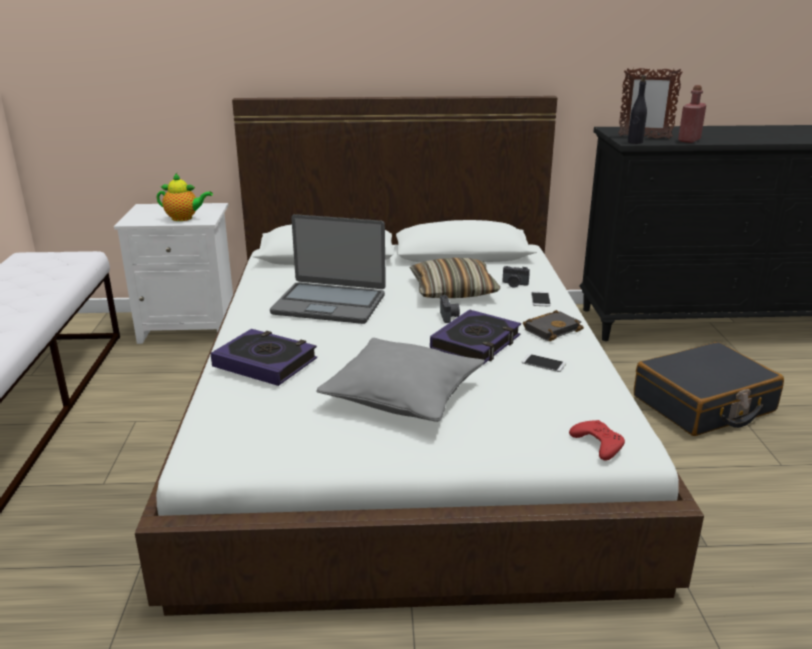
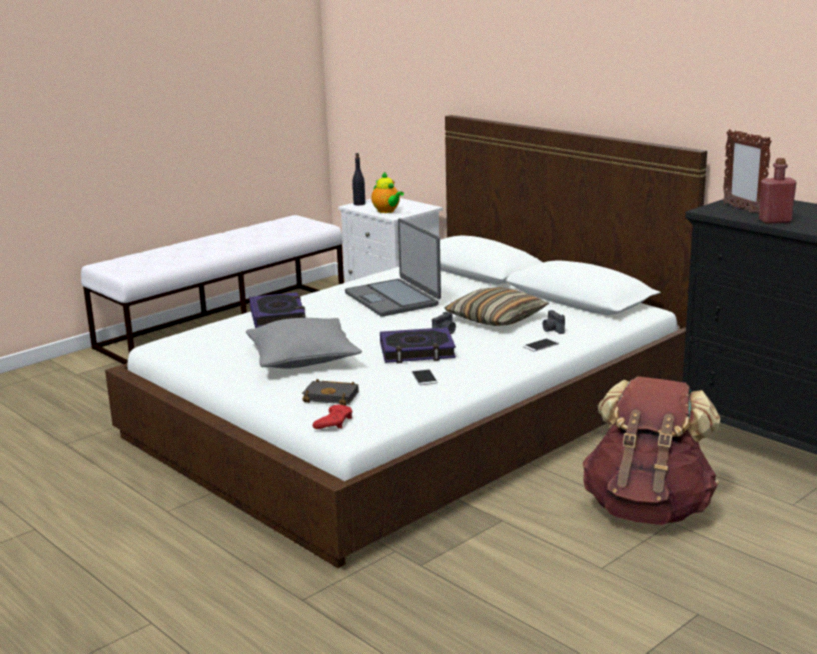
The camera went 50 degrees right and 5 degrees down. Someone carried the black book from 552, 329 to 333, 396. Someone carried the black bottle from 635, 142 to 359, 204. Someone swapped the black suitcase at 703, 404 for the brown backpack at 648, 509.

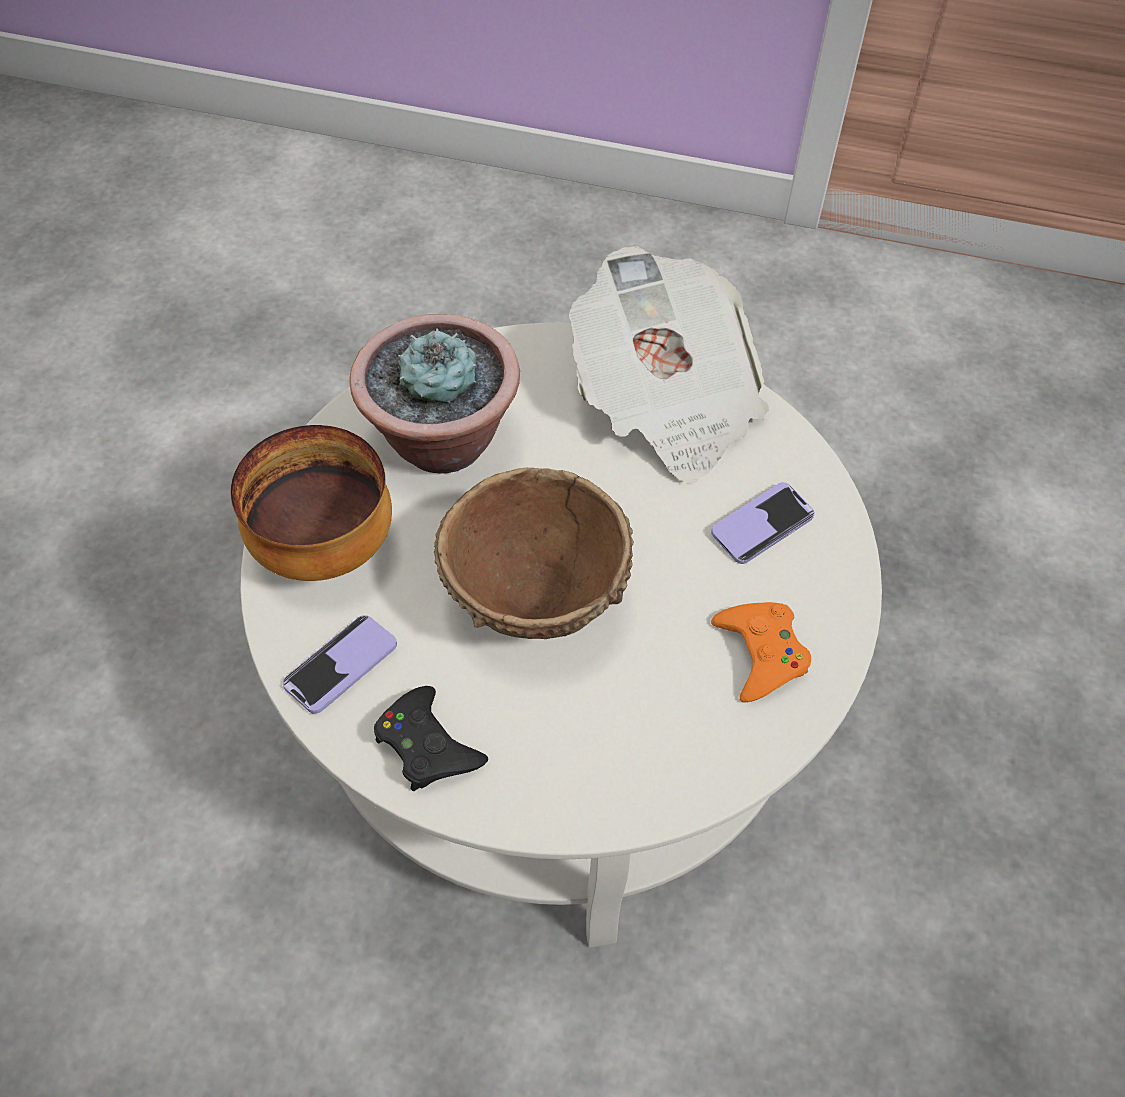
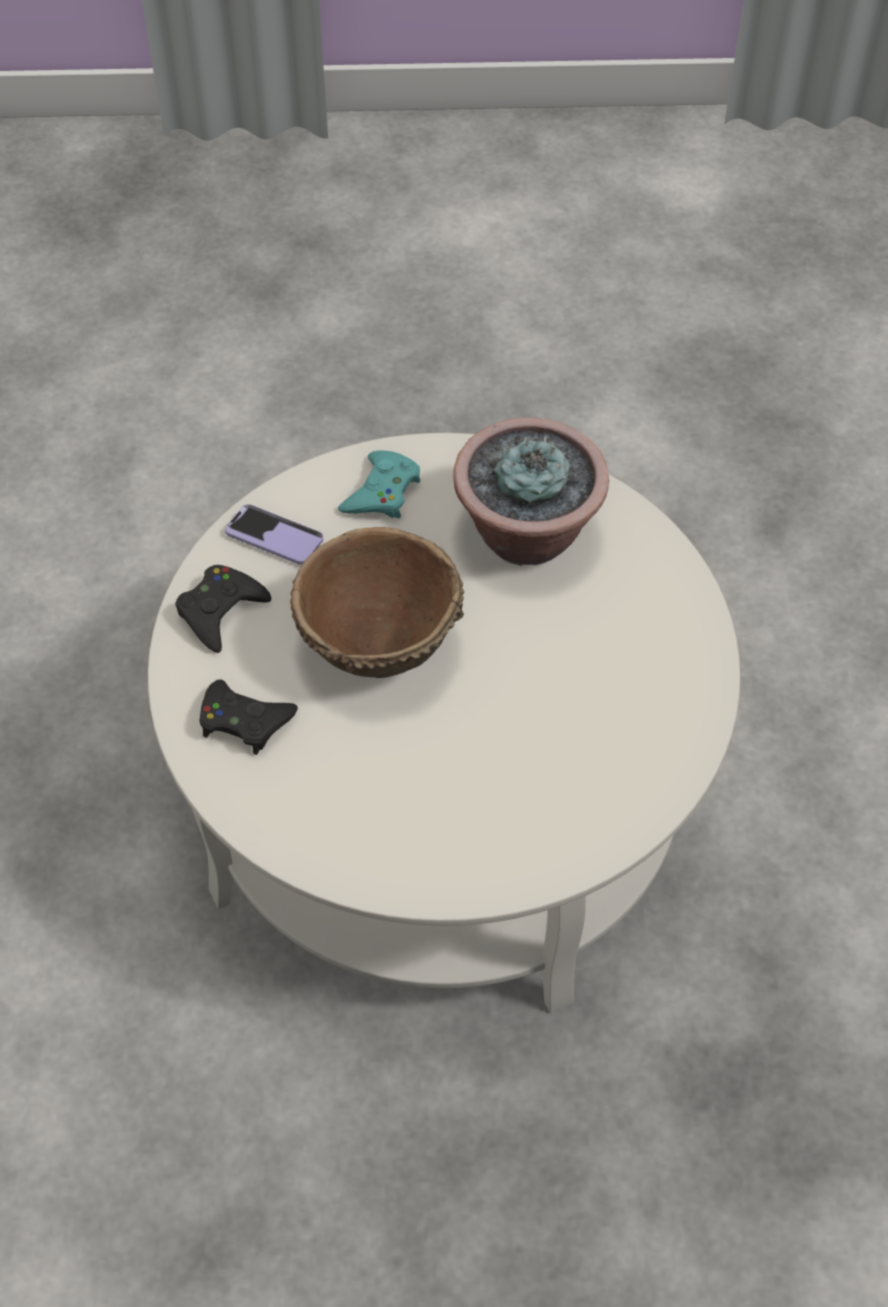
The camera went 75 degrees right and 0 degrees up. Someone took away the newspaper at 665, 402. Someone took away the phone at 762, 525. Someone took away the orange game controller at 761, 654. Someone put down the black game controller at 244, 721. Someone swapped the bowl at 326, 547 for the turquoise game controller at 382, 492.

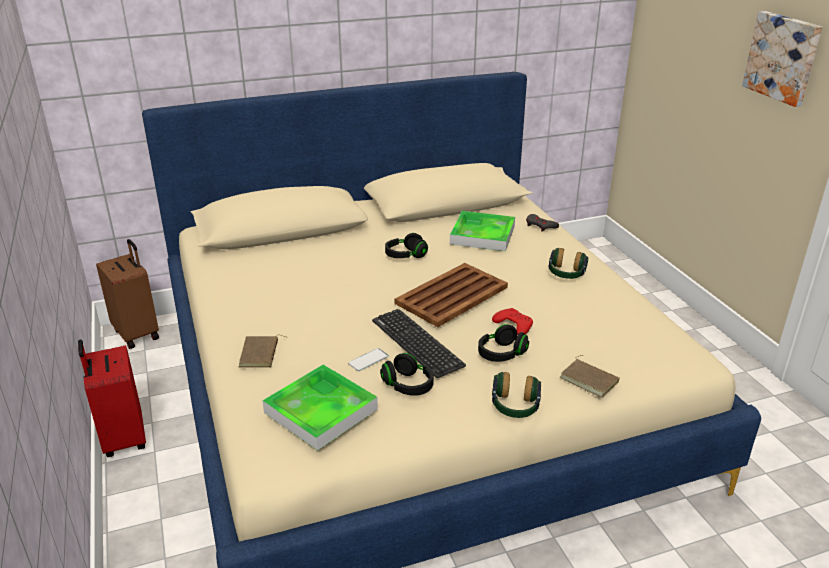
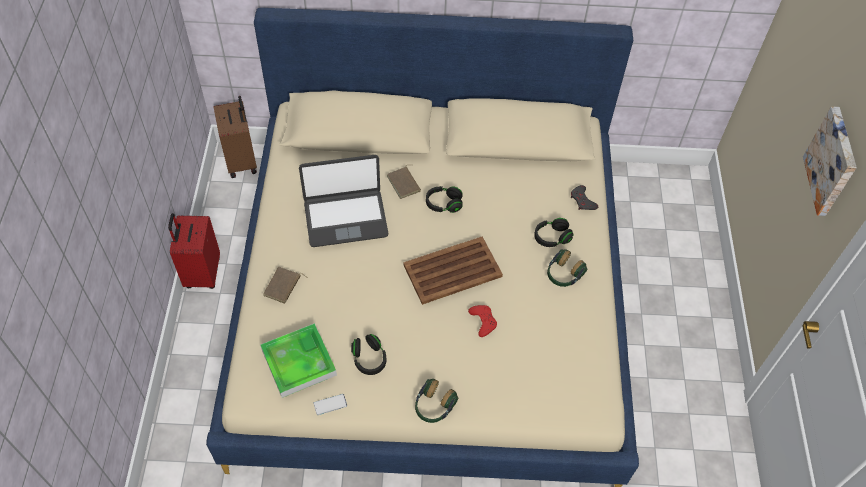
The camera went 20 degrees right and 25 degrees up. Someone took away the keyboard at 417, 343. Someone took away the tray at 482, 235. Someone put down the laptop at 345, 218. Someone carried the phone from 368, 360 to 330, 404. Someone carried the black headphones from 501, 354 to 552, 237. Someone carried the brown book from 590, 379 to 404, 183.

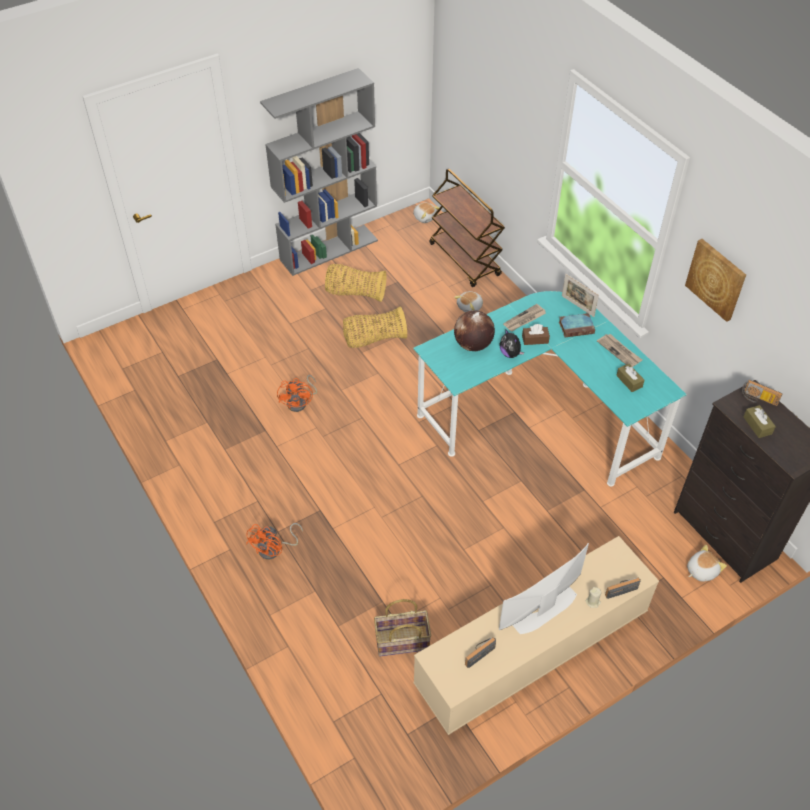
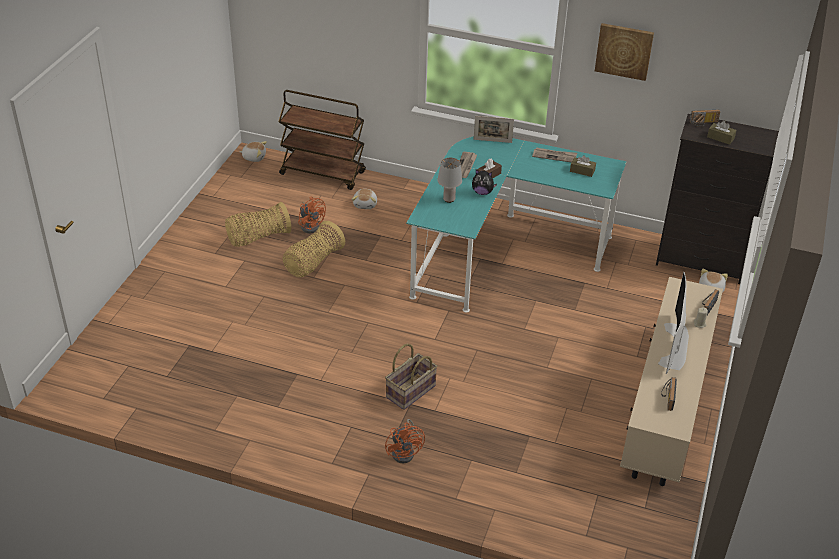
The camera went 40 degrees left and 10 degrees down. Someone took away the grey bookcase at 329, 249. Someone took away the book at 577, 327. Someone carried the orange fan from 300, 402 to 311, 225. Someone carried the basket from 402, 641 to 411, 392. Someone swapped the globe at 472, 345 for the grey table lamp at 449, 199.

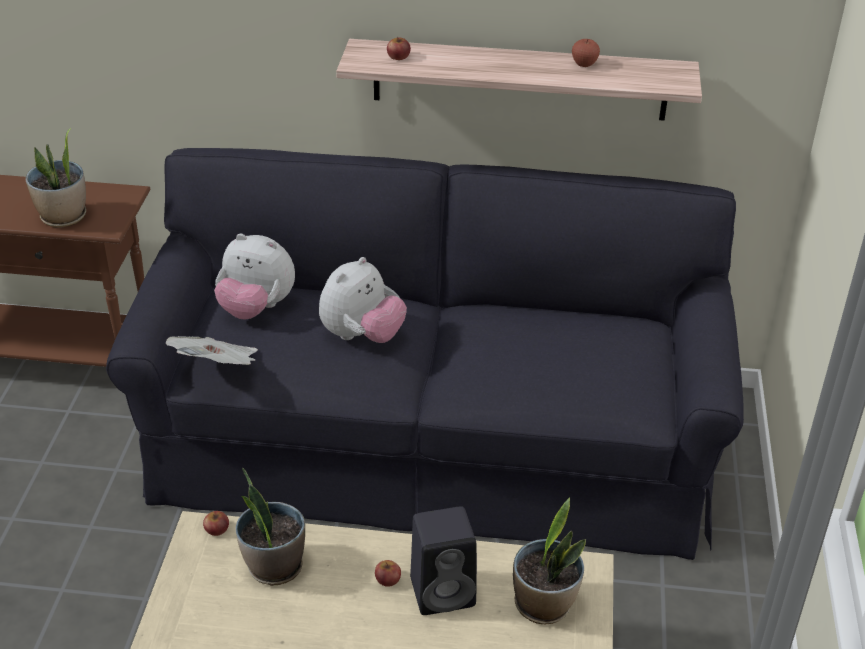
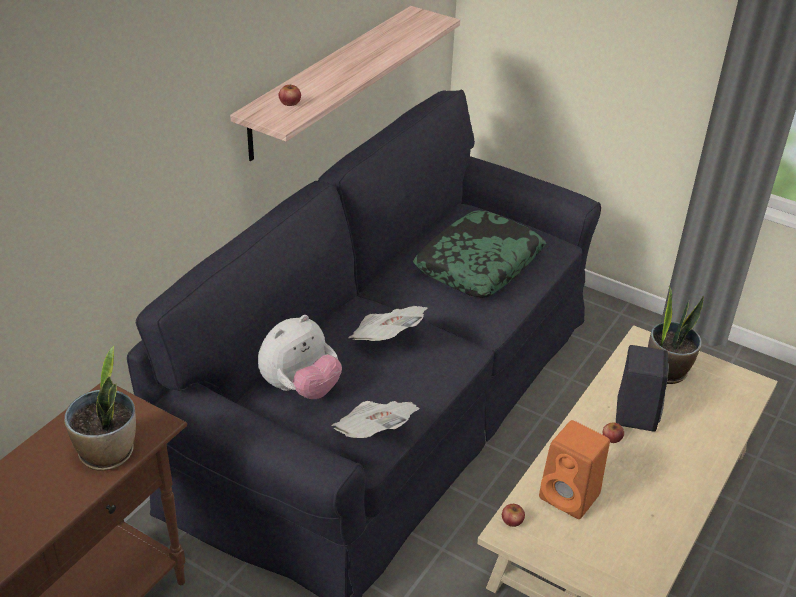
The camera went 65 degrees left and 0 degrees up. Someone took away the apple at 584, 64. Someone put down the pillow at 479, 264. Someone swapped the potted plant at 274, 566 for the orange speaker at 571, 497. Someone swapped the plush toy at 362, 336 for the newspaper at 386, 338.

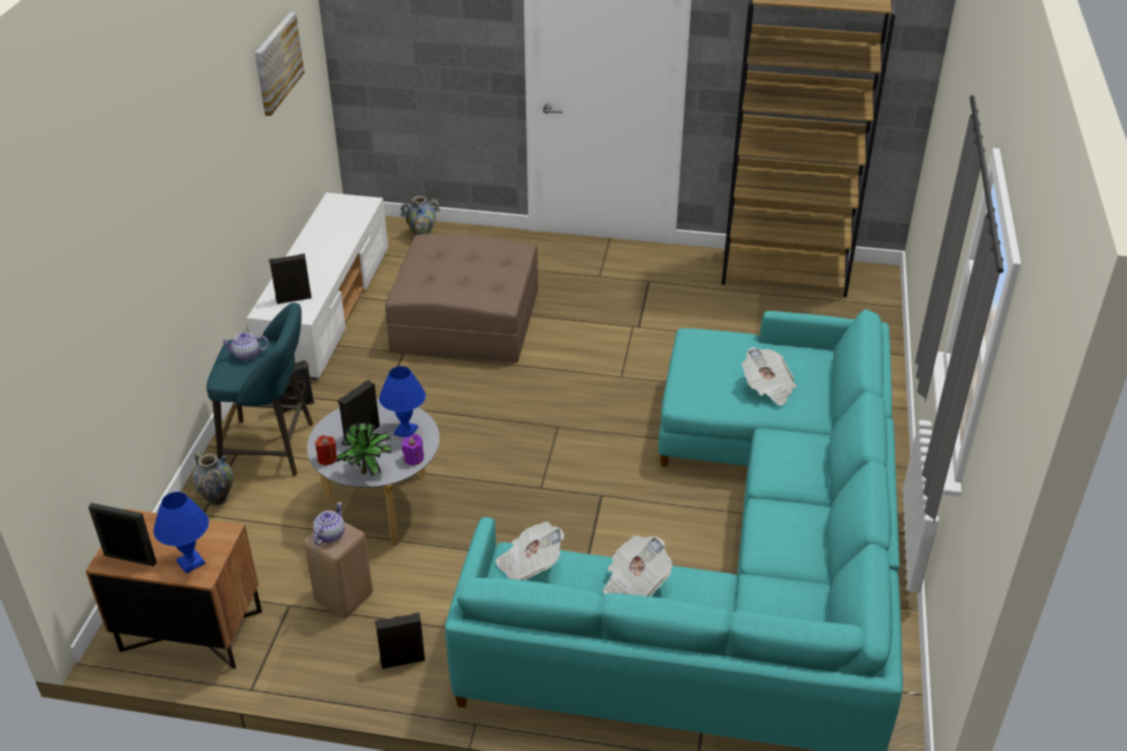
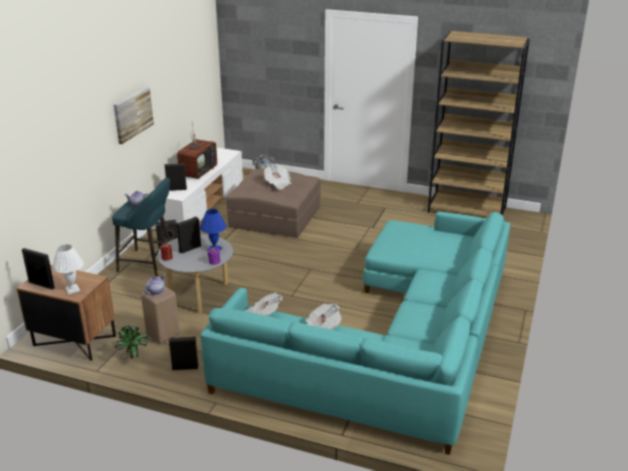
The camera went 10 degrees right and 10 degrees down. Someone took away the vase at 217, 499. Someone put down the television at 198, 171. Someone carried the picture from 277, 63 to 132, 114. Someone carried the potted plant from 368, 472 to 134, 357. Someone carried the newspaper from 768, 388 to 277, 183. Someone repainted the blue table lamp at 191, 562, which became the white table lamp at 73, 290.

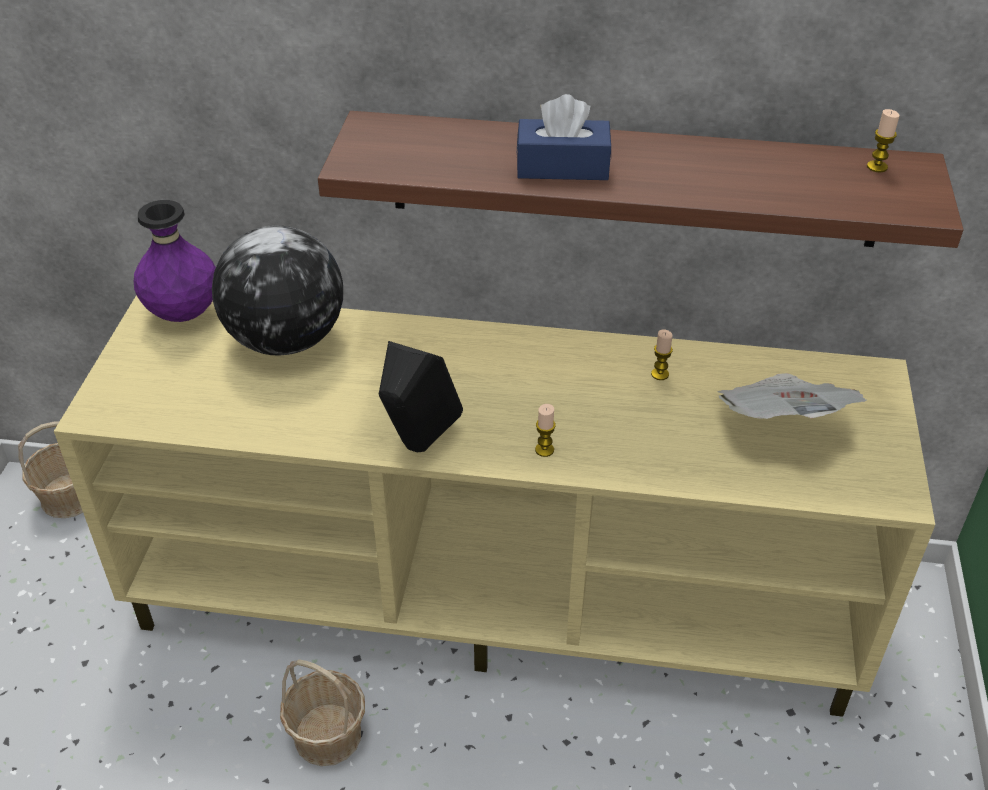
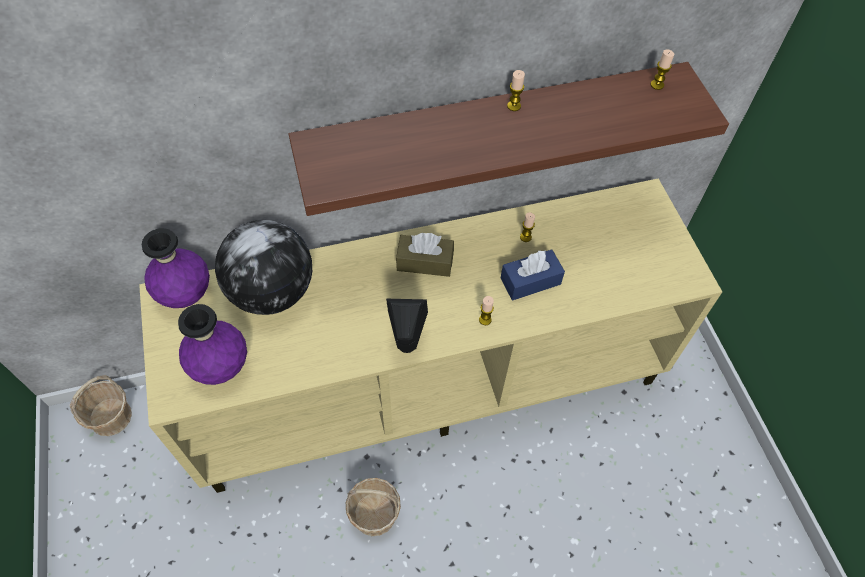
The camera went 25 degrees left and 15 degrees up. Someone took away the newspaper at 782, 423. Someone put down the purple vase at 220, 367. Someone put down the brown tissue box at 425, 262. Someone put down the candle at 514, 106. Someone carried the blue tissue box from 562, 166 to 530, 281.

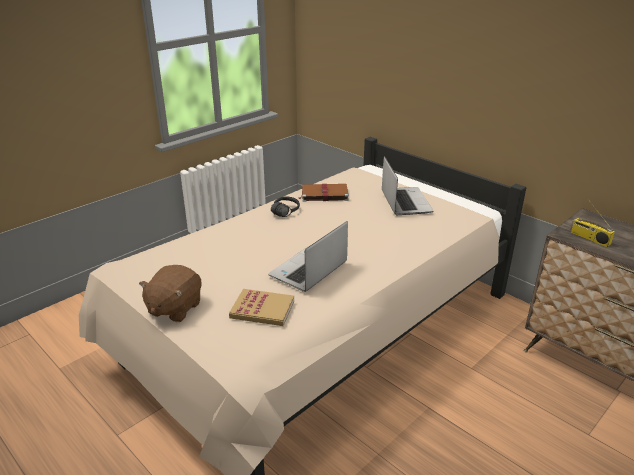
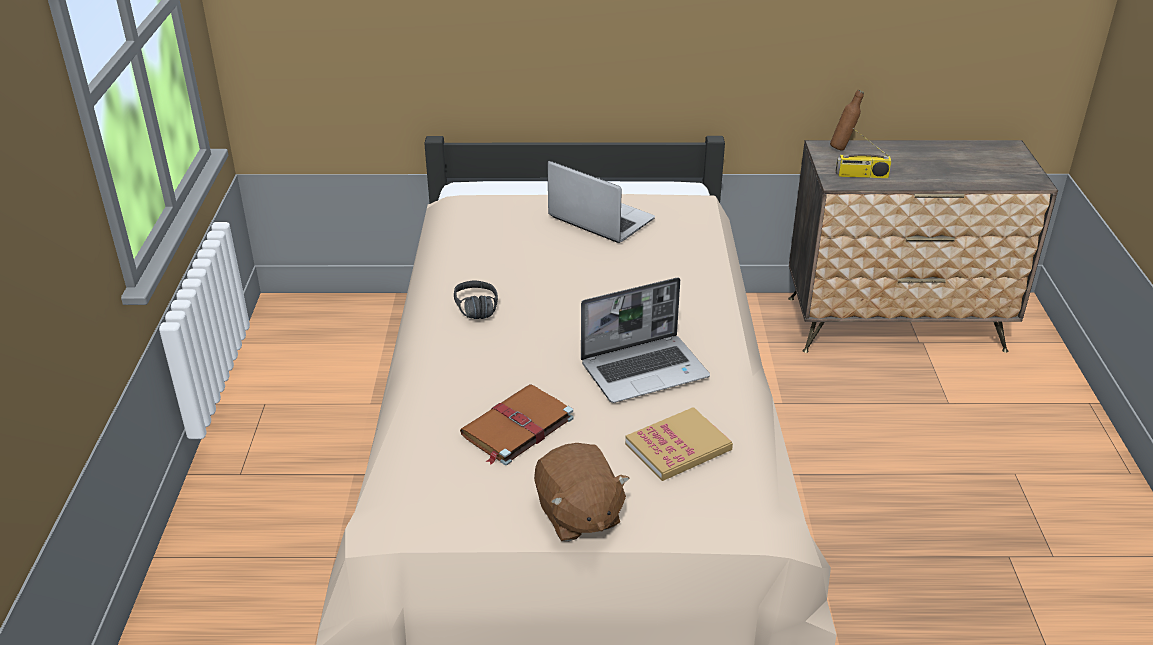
The camera went 45 degrees left and 5 degrees up. Someone put down the brown bottle at 843, 148. Someone carried the brown book from 323, 194 to 516, 428. Someone rotated the laptop at 308, 270 by 105 degrees counterclockwise.

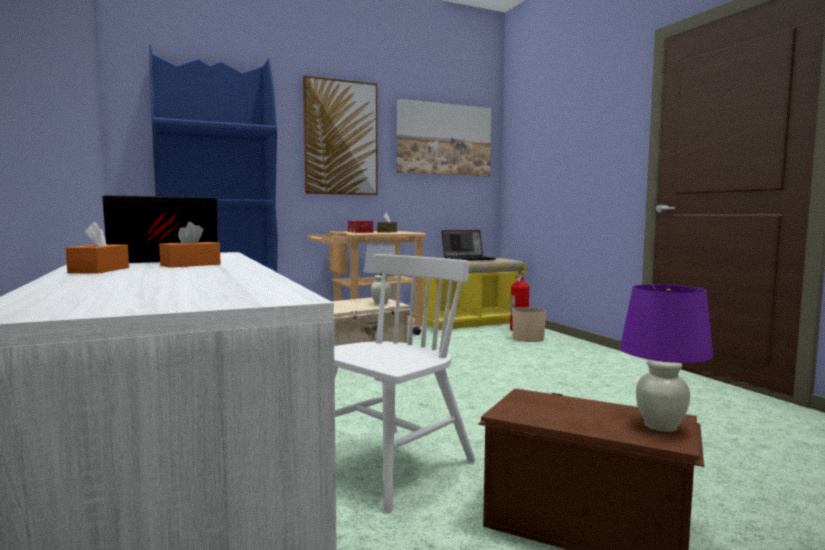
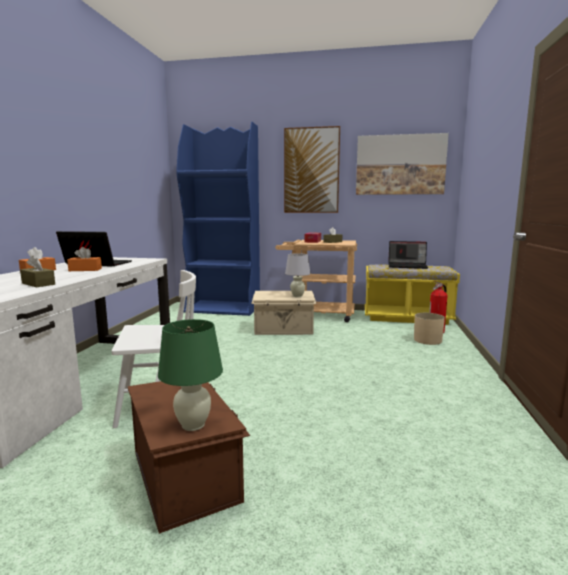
The camera went 35 degrees right and 5 degrees up. Someone put down the brown tissue box at 38, 284. Someone repainted the purple table lamp at 660, 426, which became the green table lamp at 193, 425.

